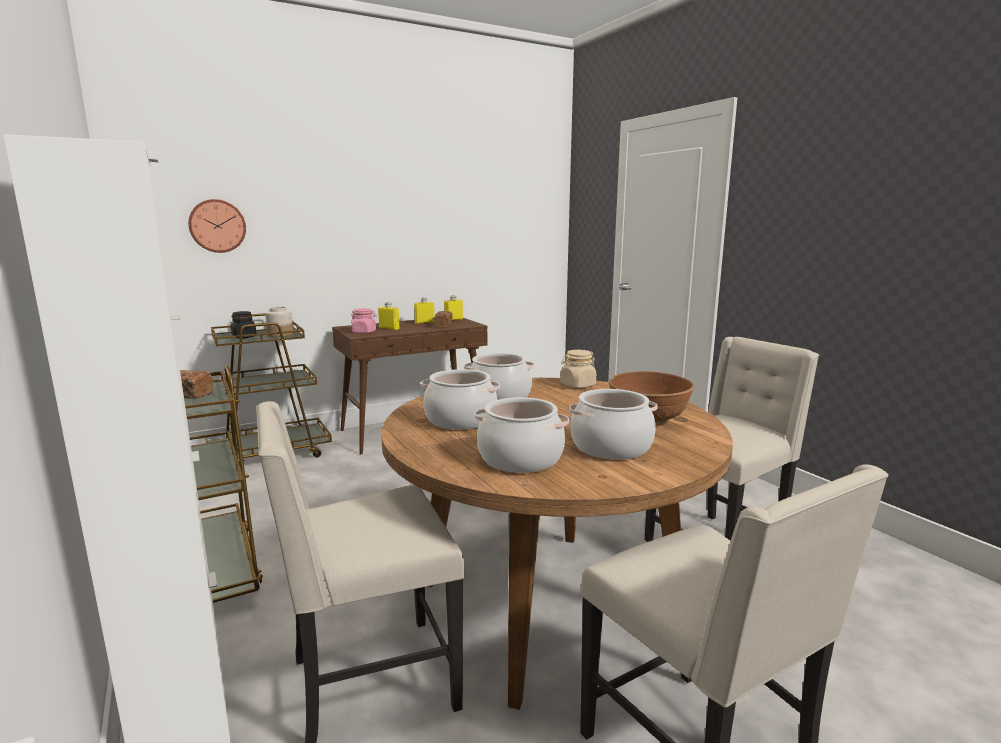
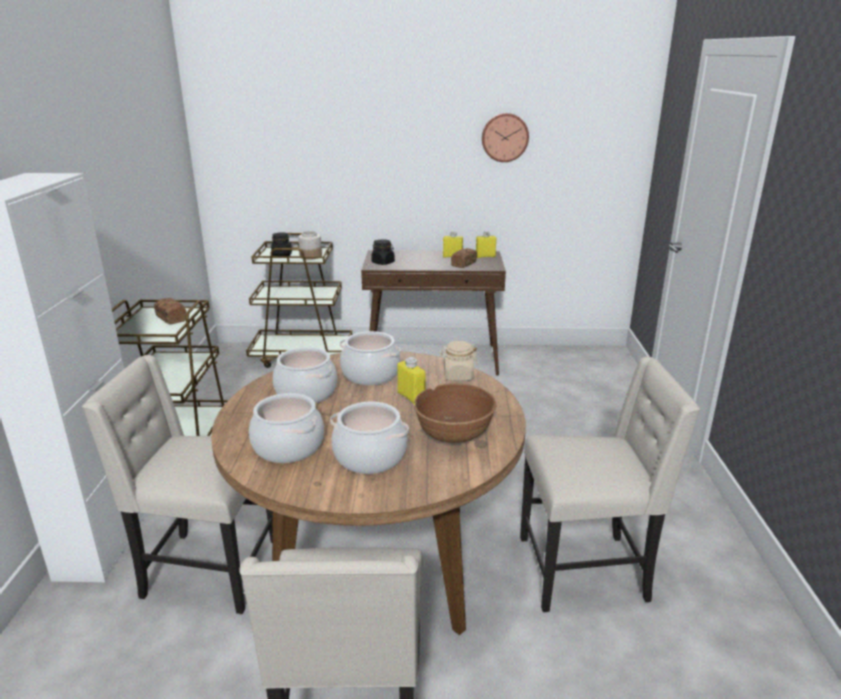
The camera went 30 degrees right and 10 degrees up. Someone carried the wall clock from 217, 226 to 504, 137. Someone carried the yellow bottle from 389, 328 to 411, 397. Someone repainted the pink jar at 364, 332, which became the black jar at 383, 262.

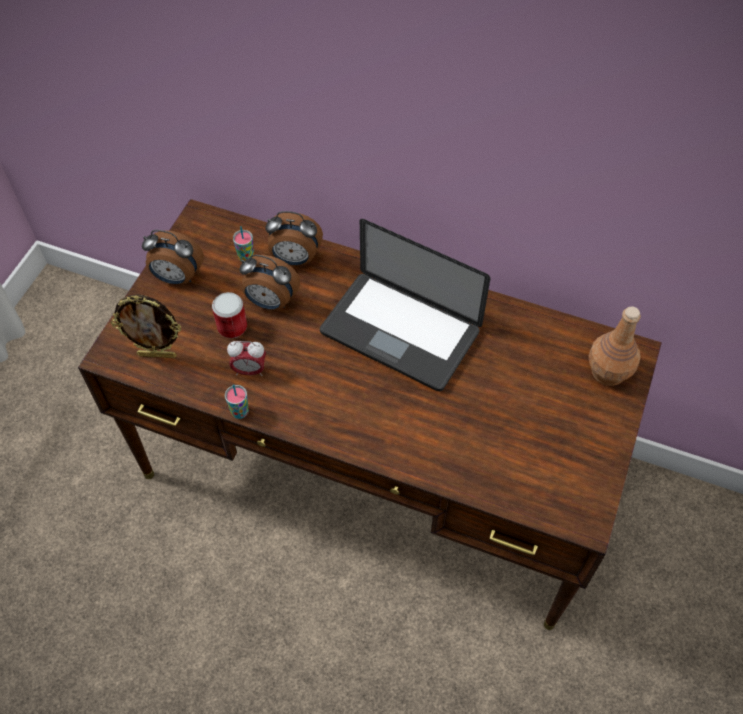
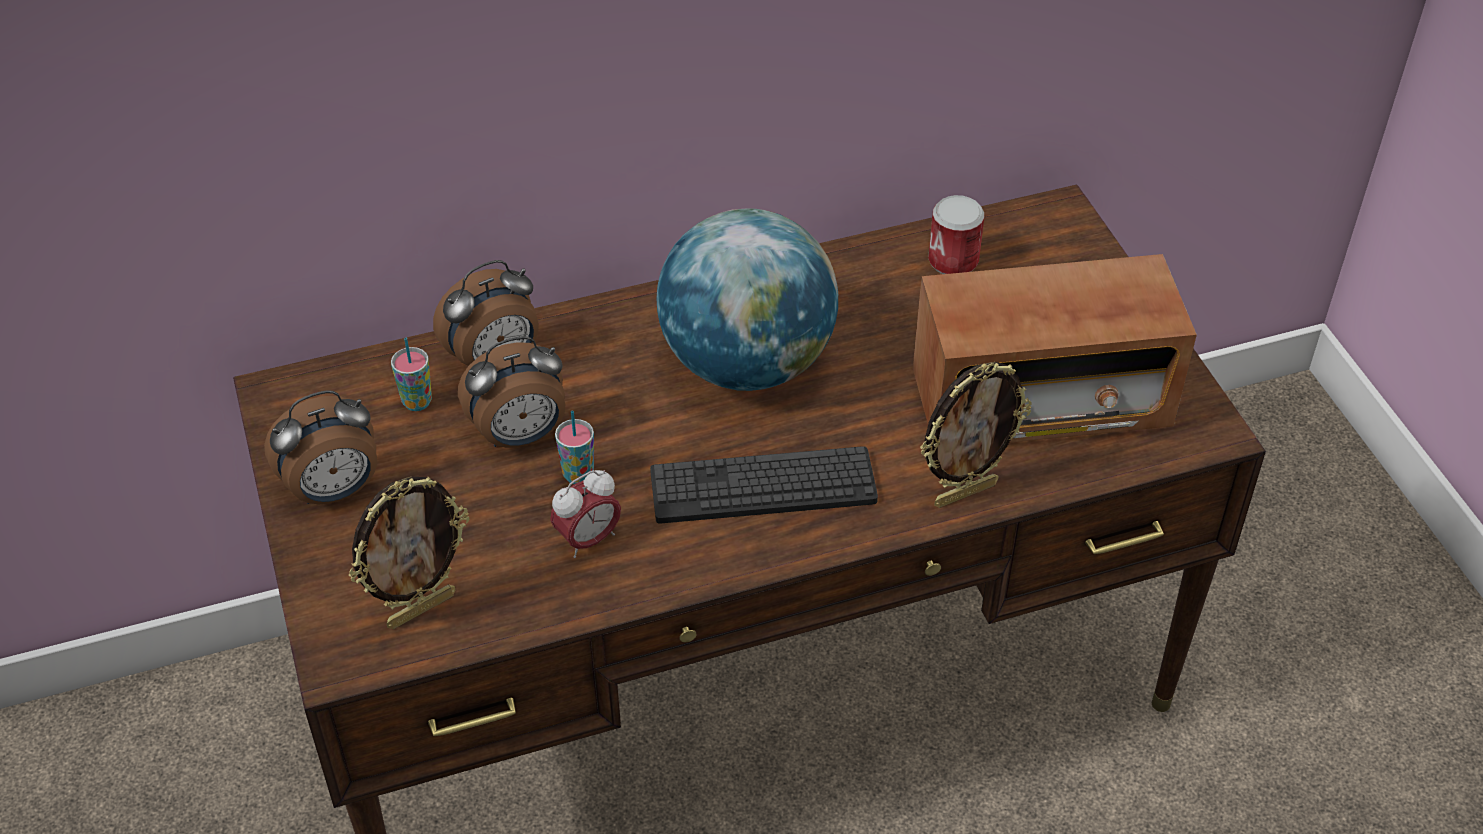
The camera went 40 degrees left and 10 degrees down. Someone took away the brown bottle at 607, 371. Someone put down the keyboard at 763, 487. Someone put down the radio at 1040, 401. Someone put down the picture frame at 964, 493. Someone carried the can from 232, 327 to 953, 261. Someone carried the cup from 240, 412 to 578, 475. Someone swapped the laptop at 400, 332 for the globe at 747, 363.

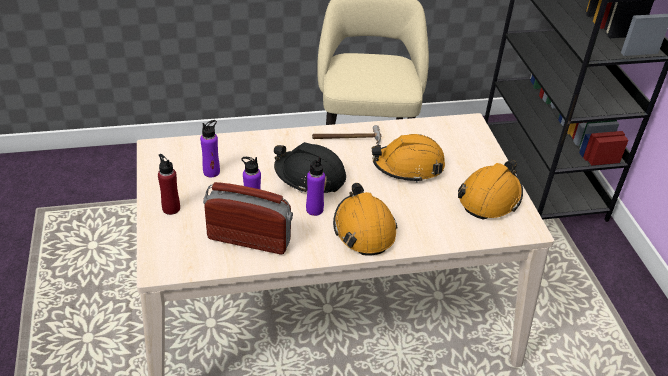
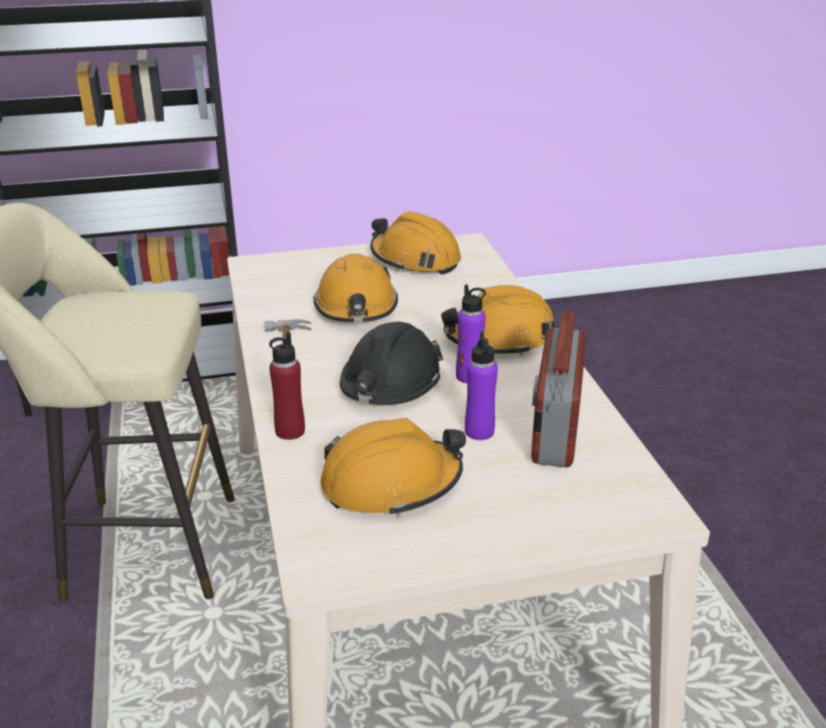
The camera went 90 degrees left and 10 degrees down. Someone carried the red bottle from 171, 208 to 290, 431. Someone swapped the purple bottle at 211, 172 for the orange hard hat at 391, 484.

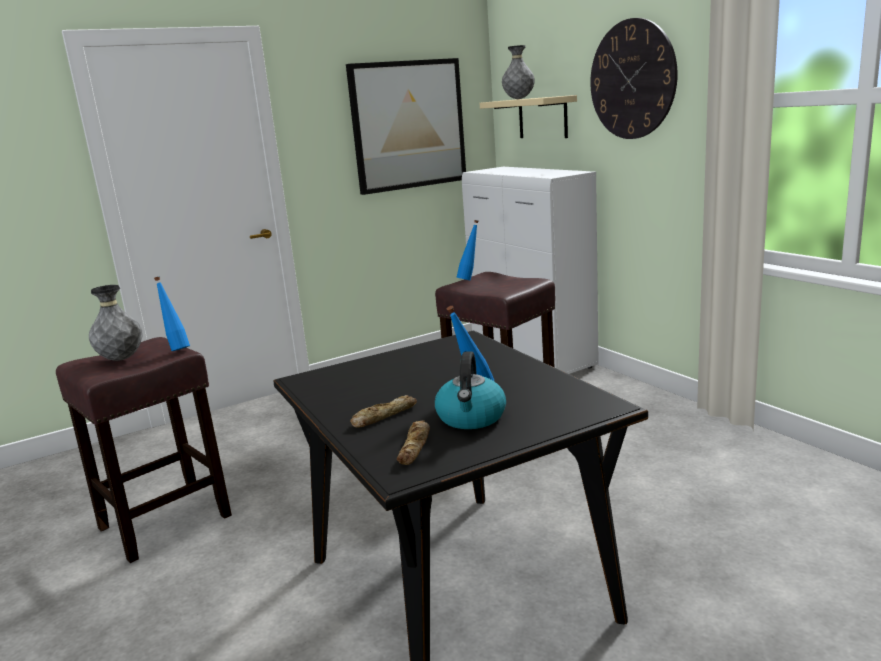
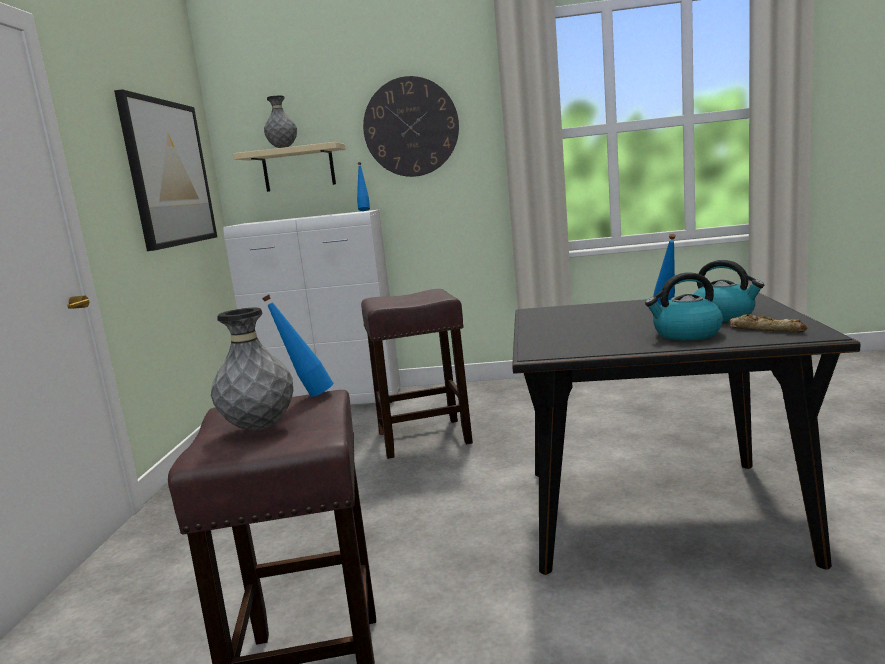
The camera went 55 degrees left and 5 degrees down. Someone carried the blue bottle from 470, 279 to 364, 211. Someone swapped the bread at 383, 416 for the kettle at 686, 334.

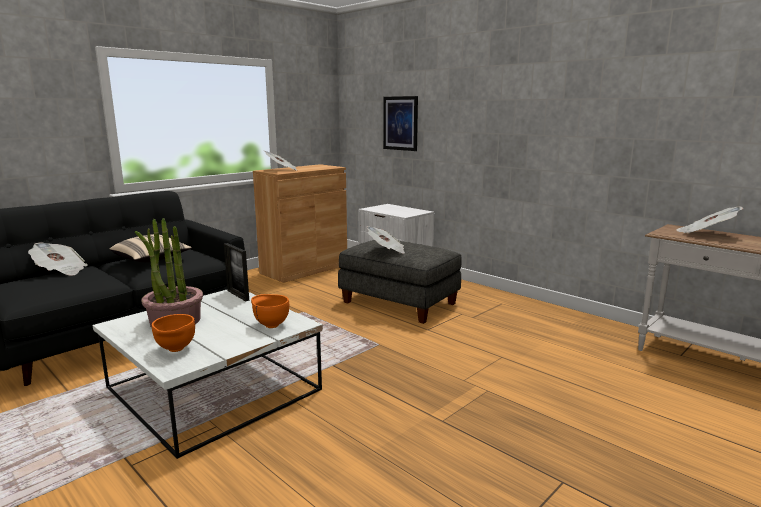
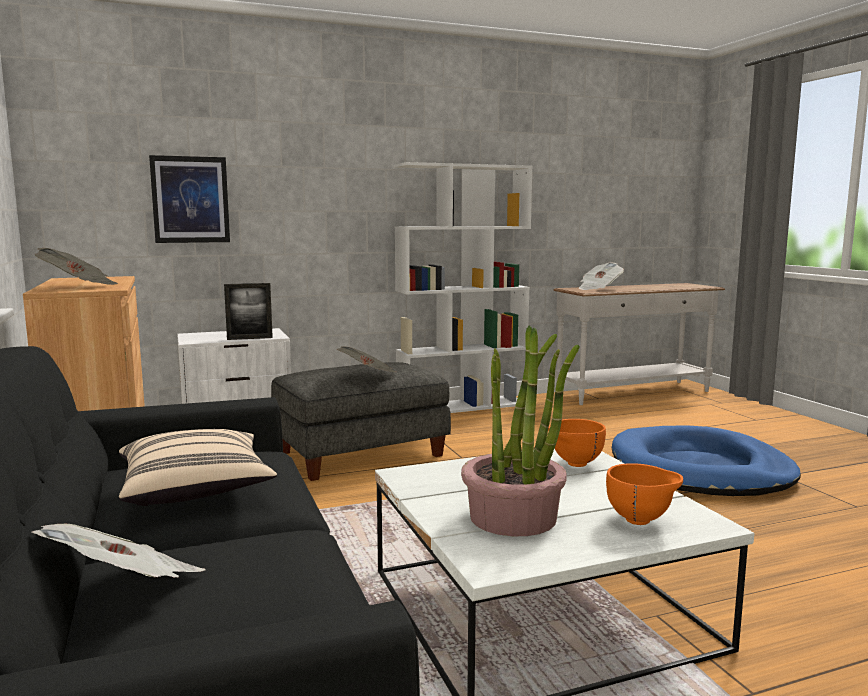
The camera went 65 degrees left and 5 degrees down. Someone put down the white bookcase at 462, 406. Someone put down the blue dog bed at 700, 469. Someone carried the picture frame from 238, 295 to 249, 338.

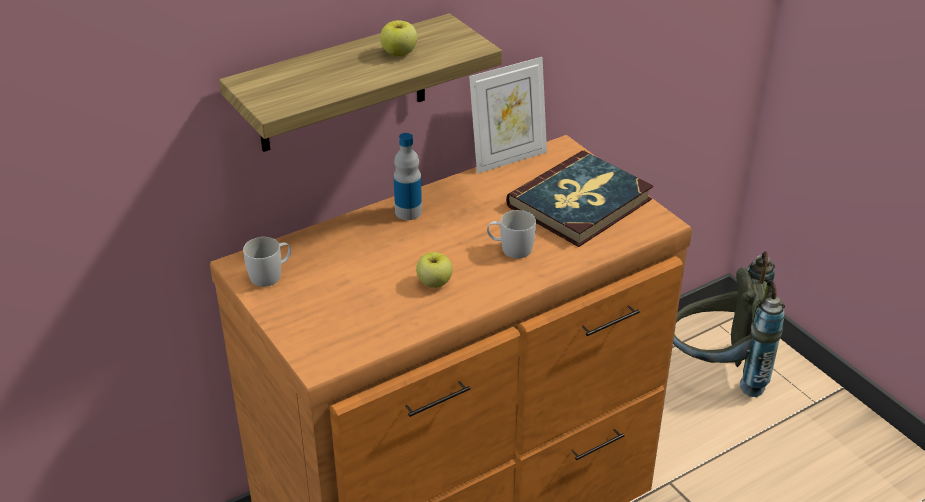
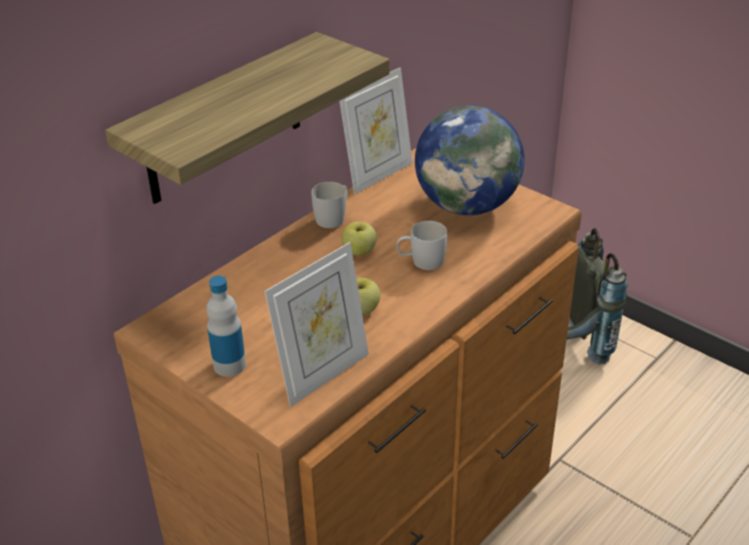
The camera went 15 degrees left and 0 degrees up. Someone put down the picture frame at 323, 374. Someone carried the white mug from 271, 274 to 333, 217. Someone carried the apple from 399, 53 to 359, 252. Someone carried the bottle from 408, 212 to 229, 365. Someone swapped the book at 580, 203 for the globe at 467, 206.

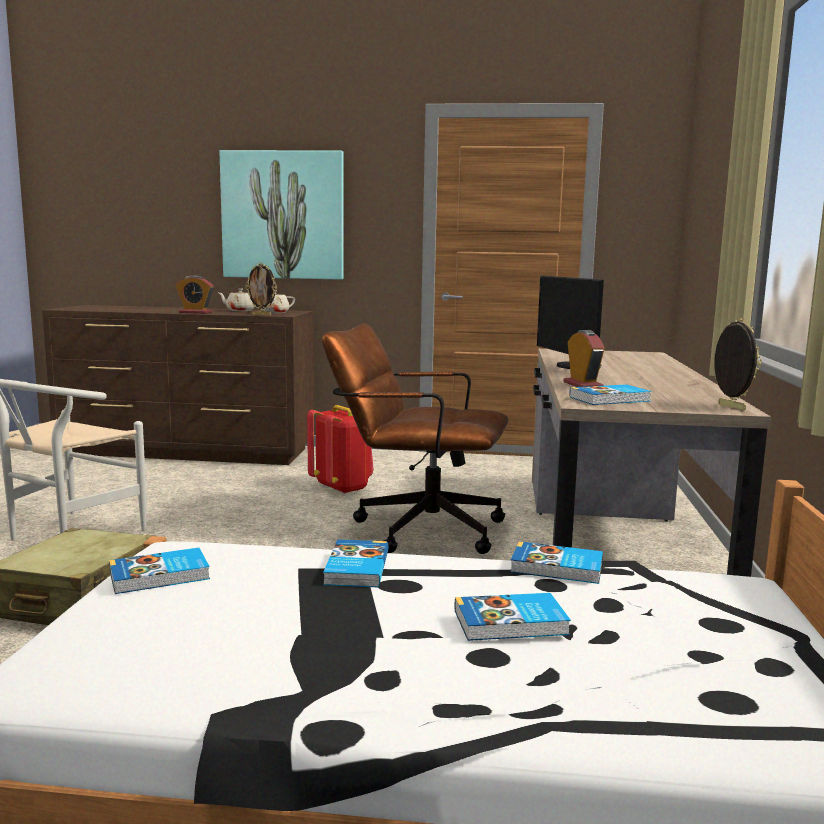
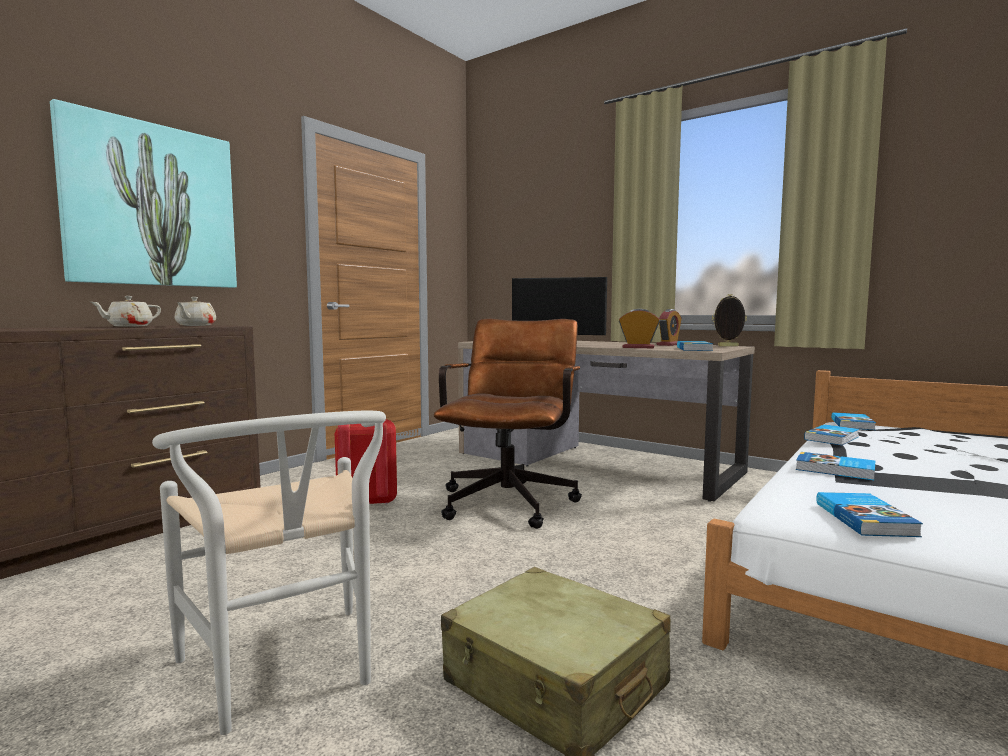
The camera went 60 degrees left and 5 degrees down. Someone took away the picture frame at 262, 315. Someone carried the alarm clock from 195, 312 to 669, 345. Someone carried the book from 511, 623 to 853, 424. Someone rotated the brown office chair at 416, 528 by 150 degrees clockwise.

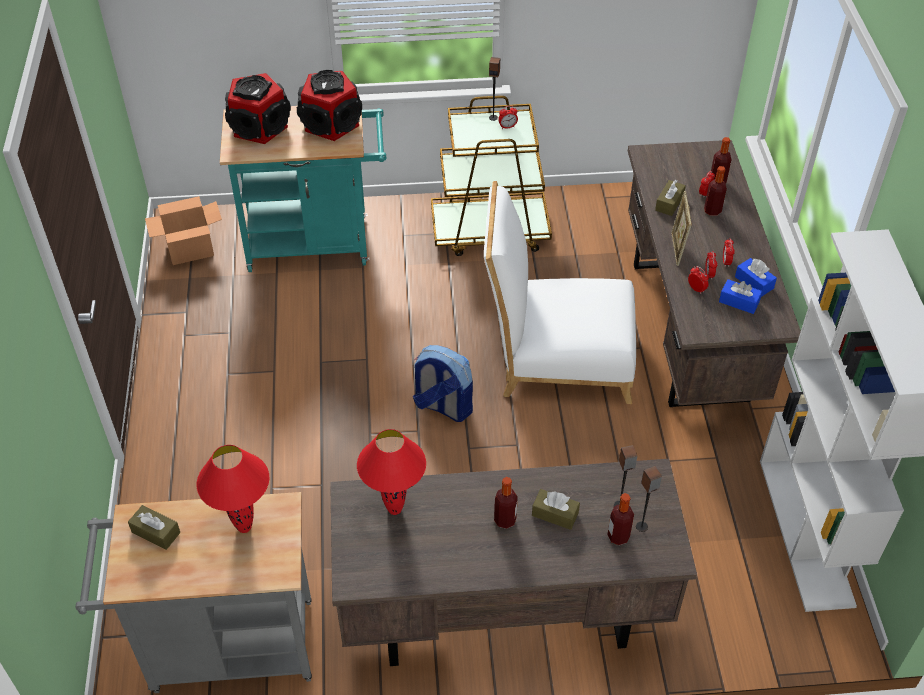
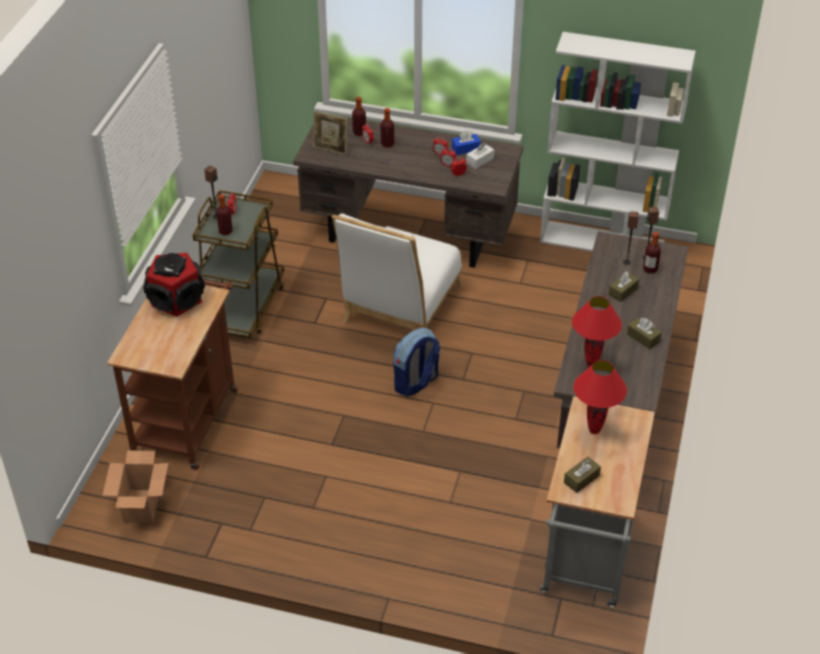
The camera went 70 degrees left and 5 degrees down. Someone took away the speaker at 260, 127. Someone carried the bottle from 505, 520 to 225, 231. Someone carried the brown tissue box from 669, 203 to 643, 338. Someone carried the picture frame from 677, 249 to 330, 150. Someone repainted the turquoise cart at 316, 243, which became the brown cart at 188, 416. Someone repainted the blue tissue box at 739, 302, which became the white tissue box at 480, 160.

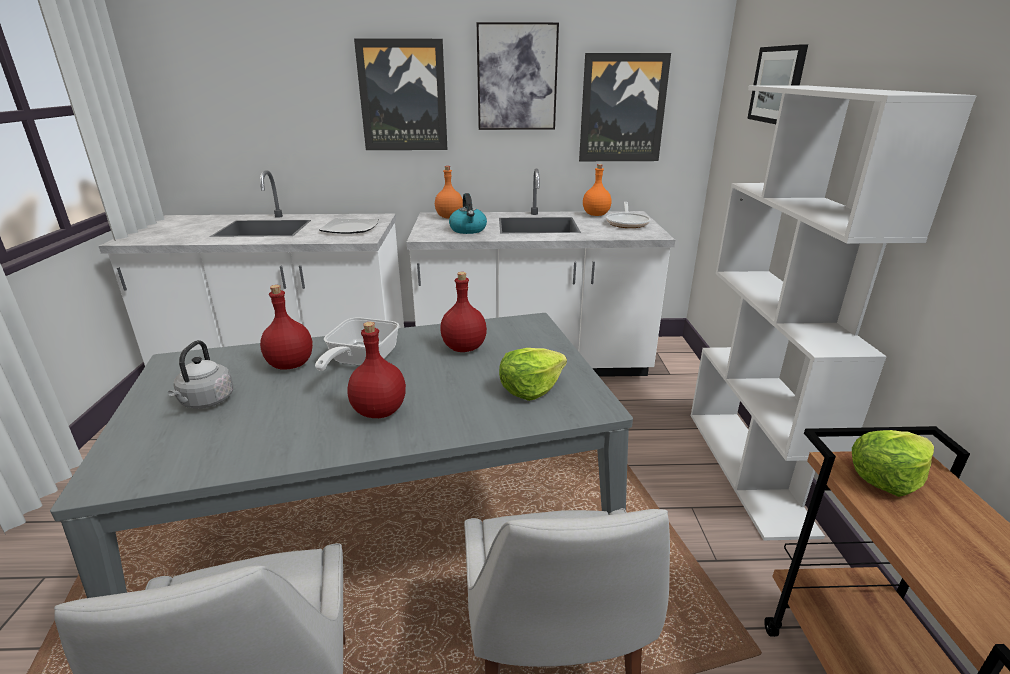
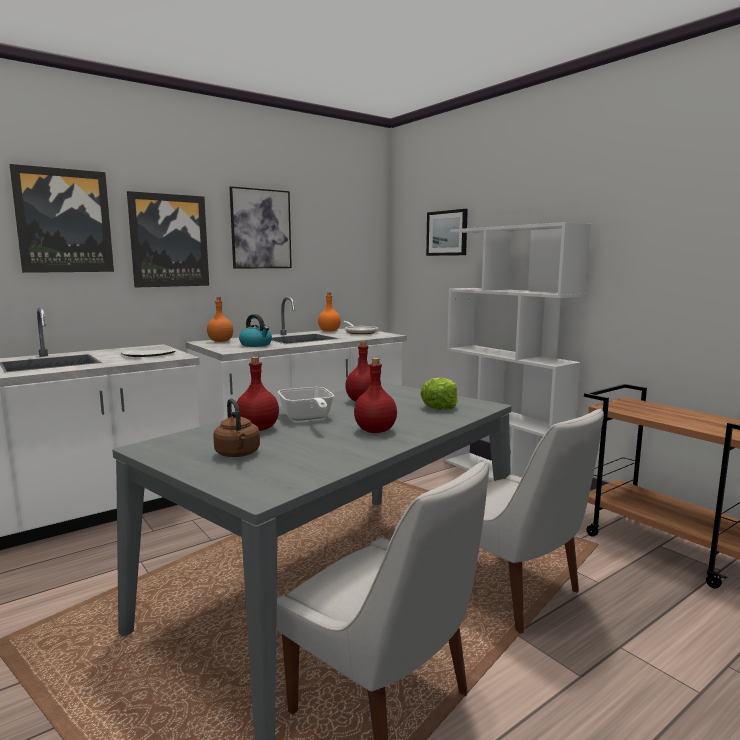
The camera went 35 degrees left and 15 degrees down. Someone took away the lettuce at 886, 477. Someone carried the picture from 622, 108 to 64, 221. Someone repainted the grey kettle at 206, 402, which became the brown kettle at 238, 454.

